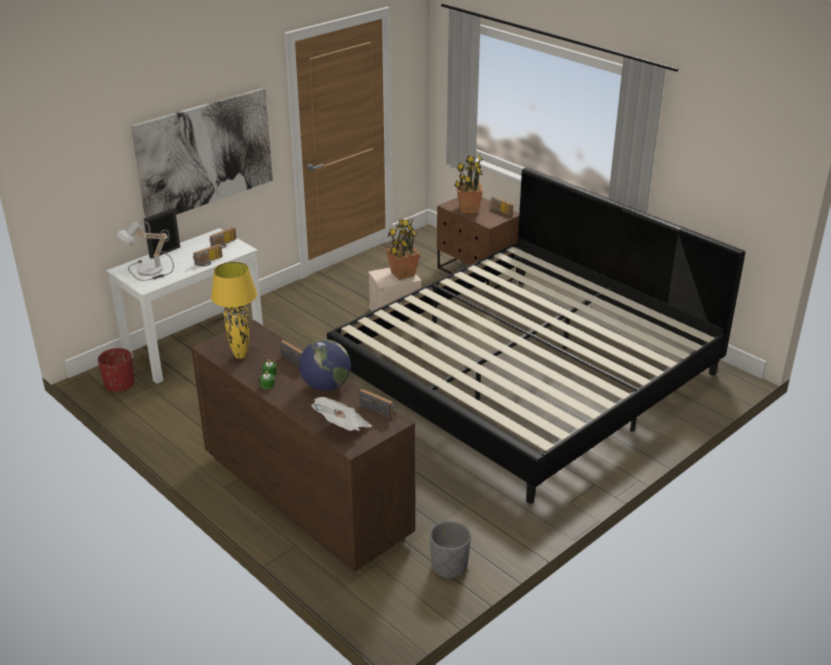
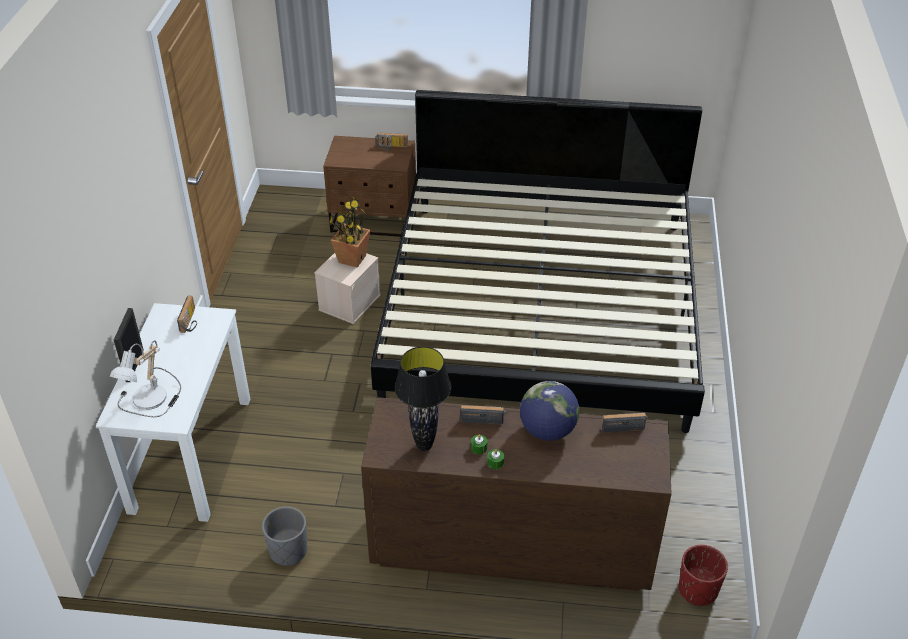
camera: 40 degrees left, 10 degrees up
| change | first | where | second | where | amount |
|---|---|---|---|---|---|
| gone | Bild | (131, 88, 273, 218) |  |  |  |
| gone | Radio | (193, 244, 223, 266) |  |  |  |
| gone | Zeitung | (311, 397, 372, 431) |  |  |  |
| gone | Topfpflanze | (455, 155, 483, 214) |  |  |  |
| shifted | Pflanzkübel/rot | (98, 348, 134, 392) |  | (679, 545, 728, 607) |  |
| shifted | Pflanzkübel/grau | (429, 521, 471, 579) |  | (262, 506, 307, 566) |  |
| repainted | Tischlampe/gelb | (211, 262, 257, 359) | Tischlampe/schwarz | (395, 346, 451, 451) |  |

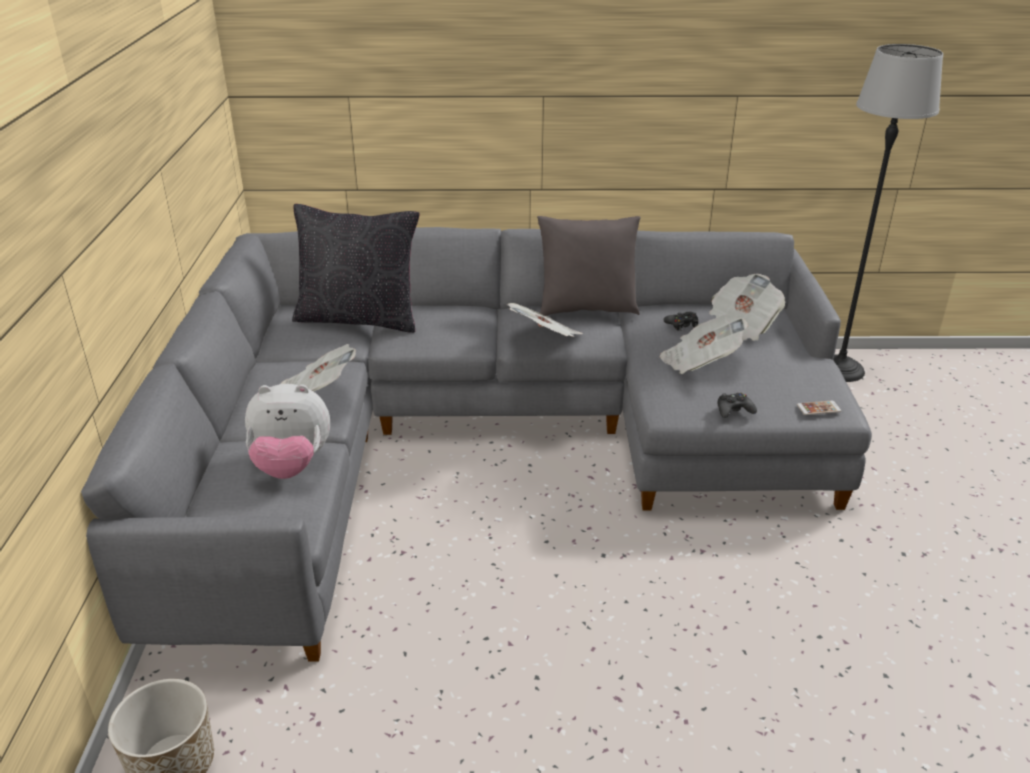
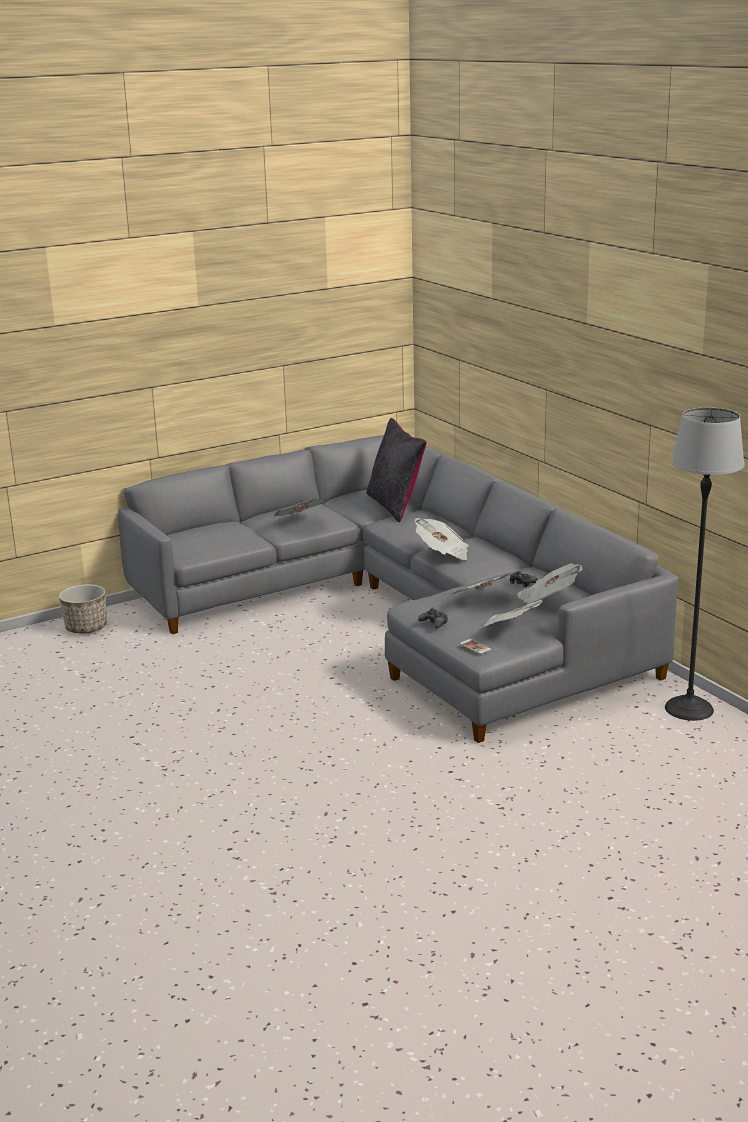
camera: 60 degrees right, 10 degrees down
| change | first | where | second | where | amount |
|---|---|---|---|---|---|
| gone | Plüschtier | (245, 384, 330, 479) |  |  |  |
| gone | Kissen/grau | (537, 216, 641, 316) |  |  |  |
| new |  |  | Zeitung | (480, 599, 543, 628) |  |

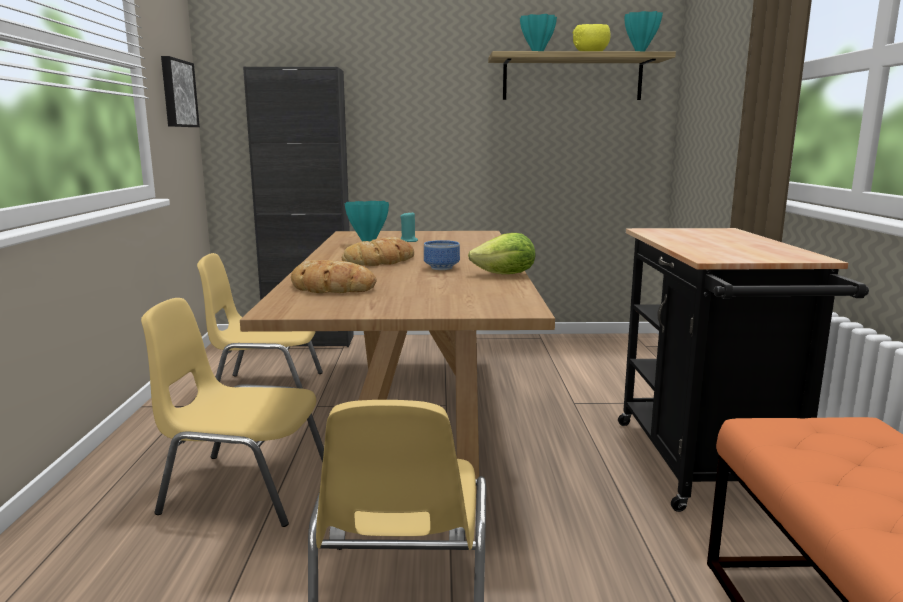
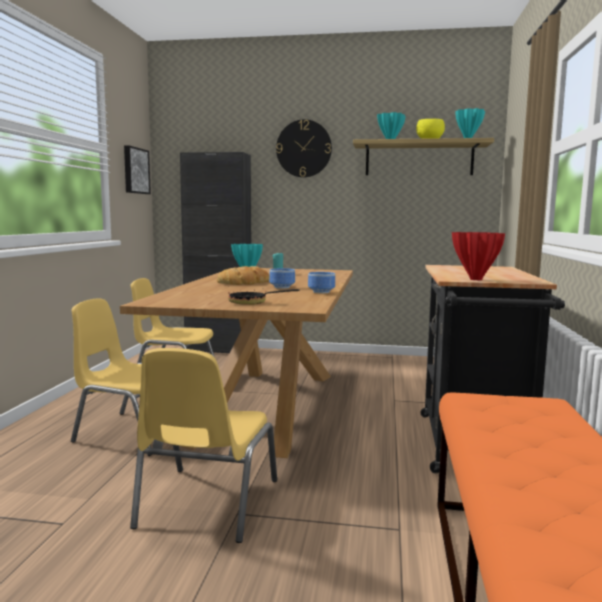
camera: 10 degrees right, 5 degrees down
| change | first | where | second | where | amount |
|---|---|---|---|---|---|
| gone | Brot | (291, 260, 376, 293) |  |  |  |
| new |  |  | Pfanne | (228, 289, 299, 305) |  |
| new |  |  | Wanduhr | (276, 119, 332, 178) |  |
| new |  |  | Vase/rot | (452, 232, 505, 280) |  |
| swapped | Salatkopf | (468, 233, 535, 274) | Schüssel | (308, 272, 335, 293) |  |

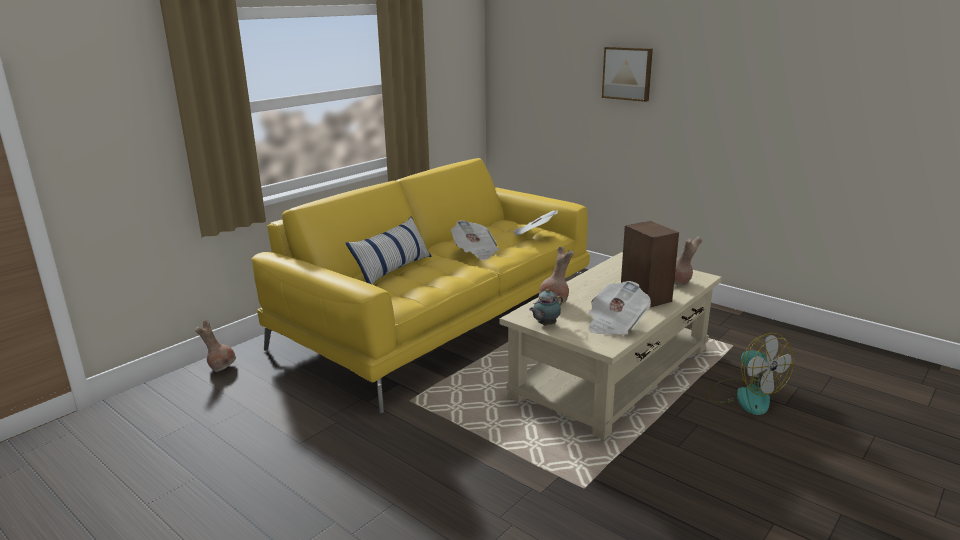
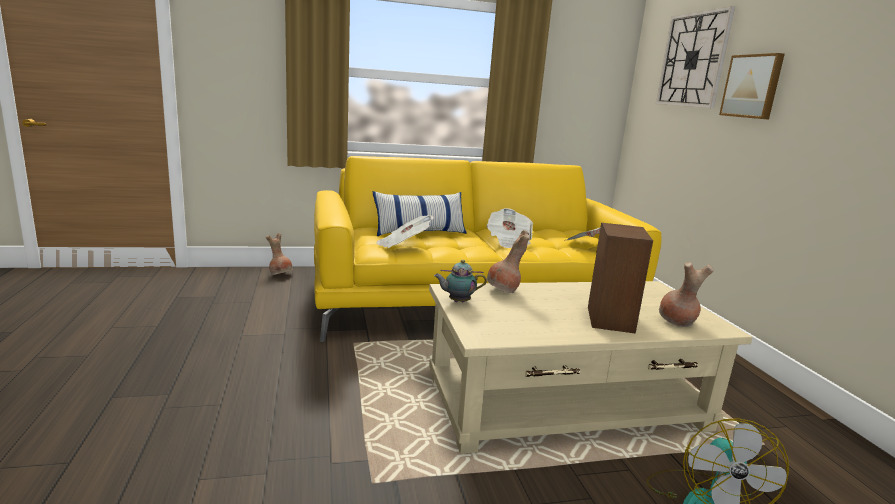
camera: 35 degrees right, 5 degrees down
| change | first | where | second | where | amount |
|---|---|---|---|---|---|
| new |  |  | Wanduhr | (656, 6, 735, 109) |  |
| shifted | Zeitung | (589, 281, 651, 335) |  | (376, 215, 434, 248) |  |

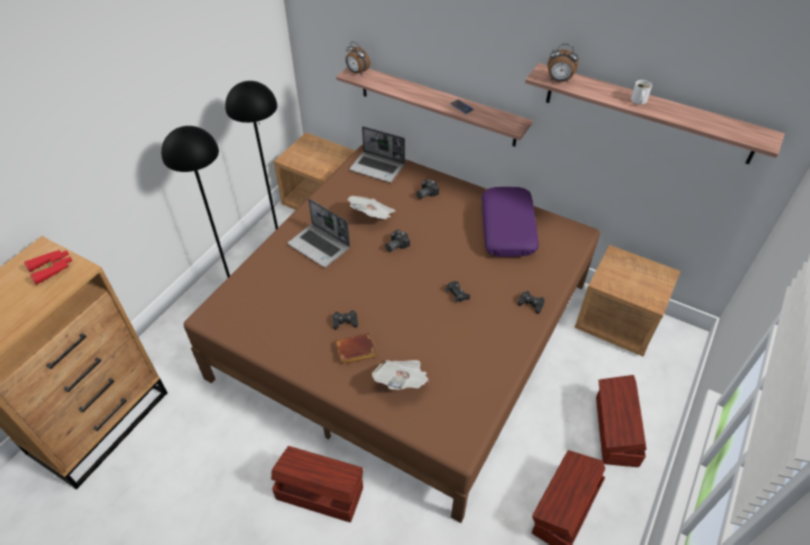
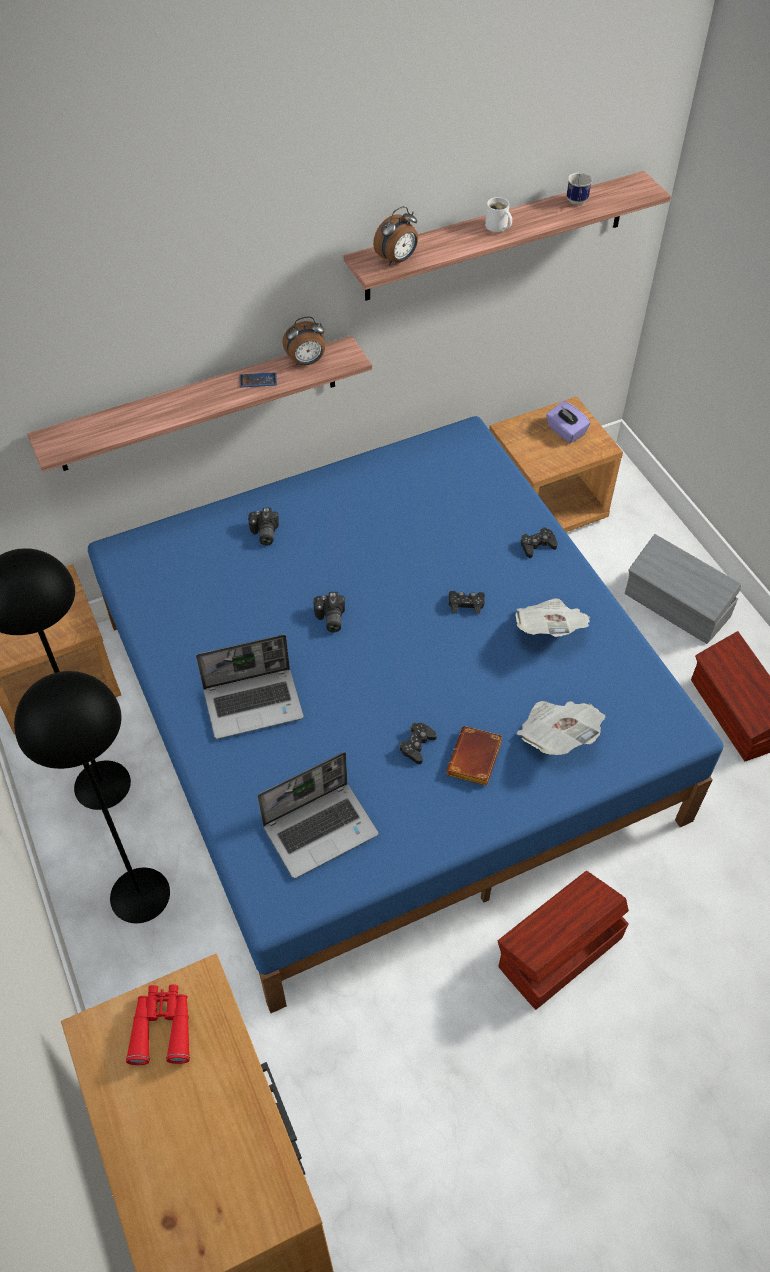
camera: 55 degrees left, 5 degrees up
| change | first | where | second | where | amount |
|---|---|---|---|---|---|
| gone | Kissen/lila | (482, 187, 539, 257) |  |  |  |
| new |  |  | Taschentuchbox/lila | (546, 401, 590, 443) |  |
| new |  |  | Henkelbecher | (567, 172, 592, 205) |  |
| shifted | Wecker | (345, 42, 370, 75) |  | (282, 316, 325, 366) |  |
| shifted | Zeitung | (348, 196, 395, 220) |  | (515, 598, 590, 637) |  |
| shifted | Laptop | (349, 126, 405, 183) |  | (257, 752, 378, 878) |  |
| repainted | Bett/braun | (184, 145, 600, 523) | Bett/blau | (88, 416, 723, 1013) |  |
| repainted | Aufbewahrungsbox/braun | (596, 375, 647, 467) | Aufbewahrungsbox/grau | (625, 534, 741, 644) |  |

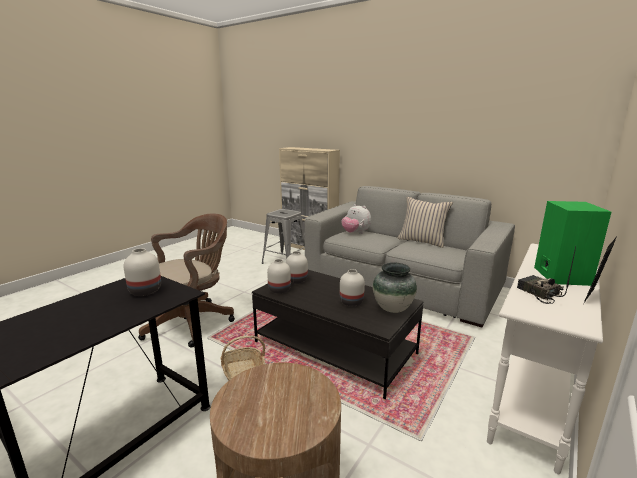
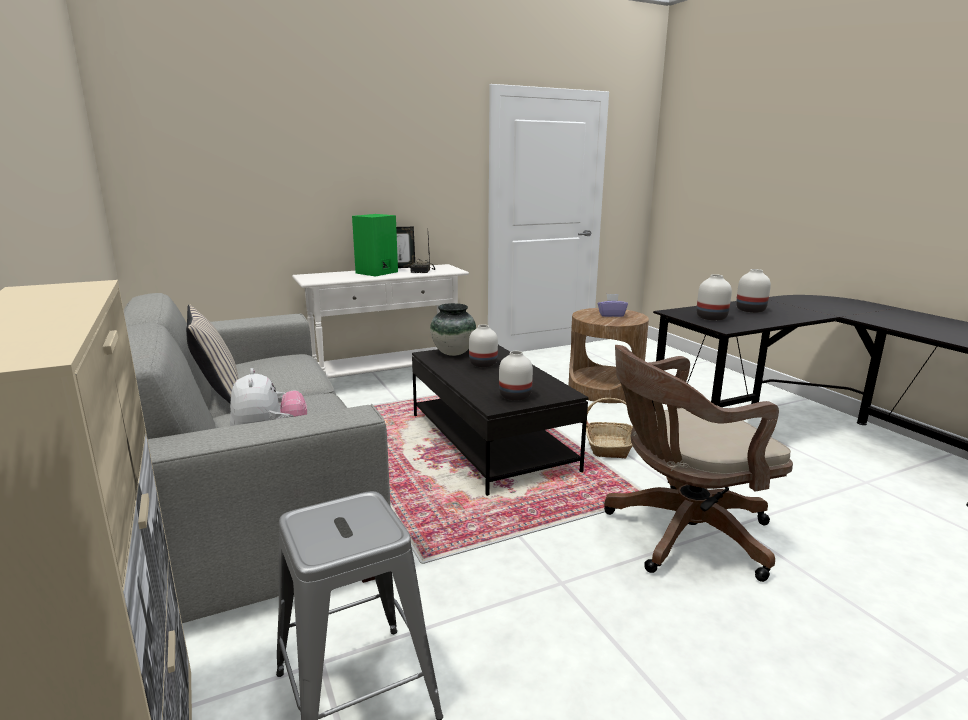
camera: 150 degrees left, 0 degrees up
| change | first | where | second | where | amount |
|---|---|---|---|---|---|
| new |  |  | Taschentuchbox/lila | (597, 294, 628, 317) |  |
| shifted | Vase/weiß | (267, 259, 291, 294) |  | (736, 269, 771, 313) |  |

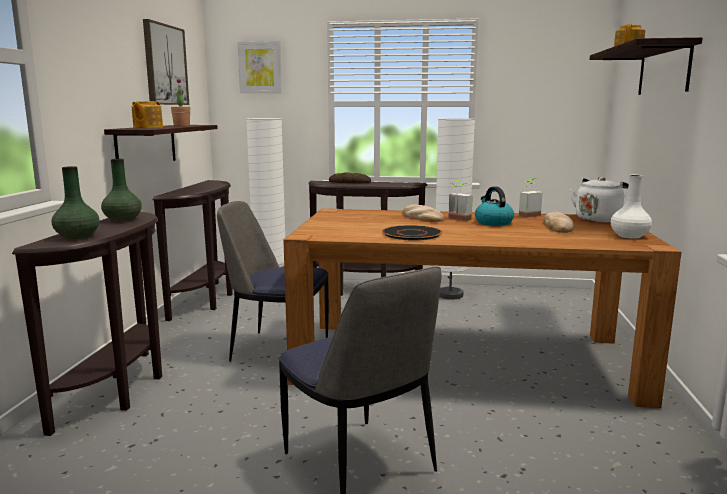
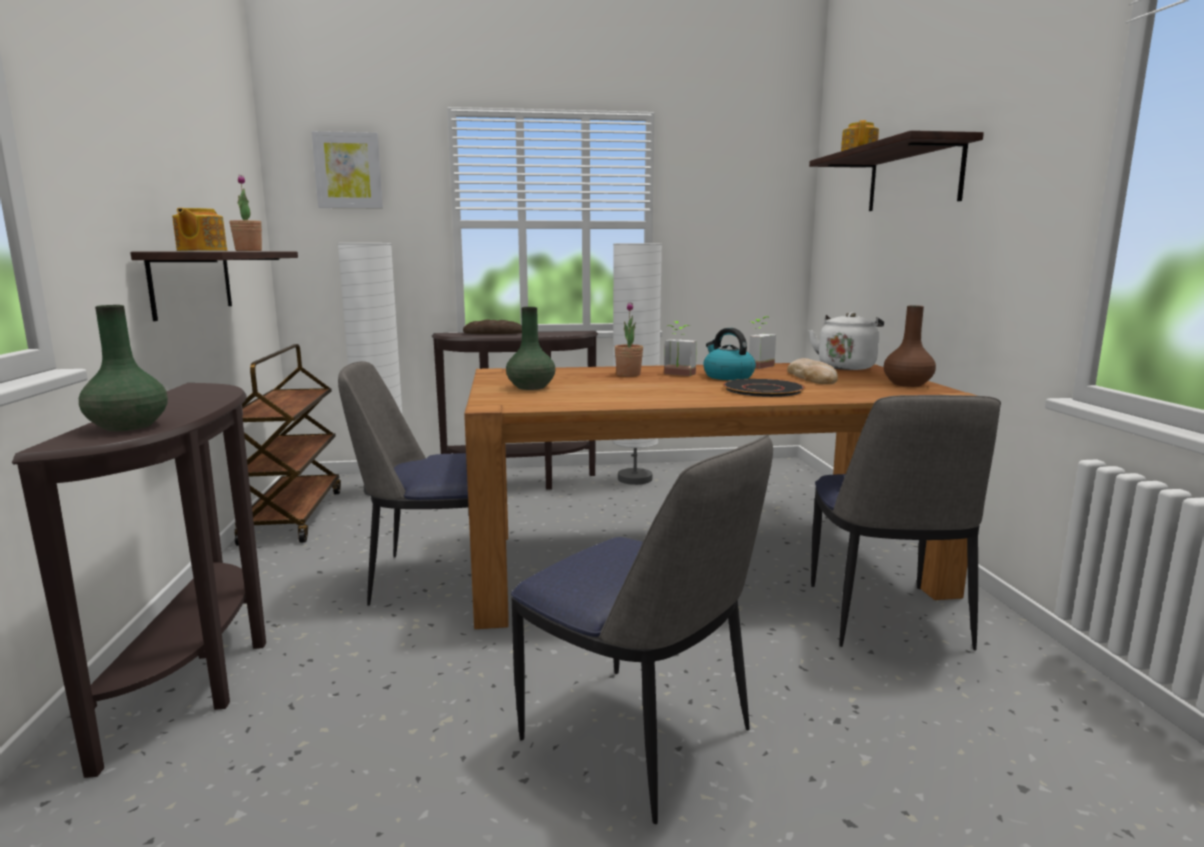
camera: 15 degrees left, 0 degrees up
| change | first | where | second | where | amount |
|---|---|---|---|---|---|
| gone | Bild | (143, 19, 189, 105) |  |  |  |
| new |  |  | Stuhl | (811, 395, 1001, 650) |  |
| shifted | Vase/grün | (101, 159, 142, 222) |  | (506, 307, 556, 390) |  |
| shifted | Teller/schwarz | (382, 225, 442, 240) |  | (723, 379, 805, 397) |  |
| swapped | Konsolentisch/braun | (153, 180, 233, 321) | Rollwagen/braun | (235, 344, 341, 546) |  |
| swapped | Brot | (402, 204, 444, 222) | Topfpflanze | (615, 302, 643, 377) |  |
| repainted | Vase/weiß | (611, 175, 652, 239) | Vase/braun | (884, 305, 936, 387) |  |

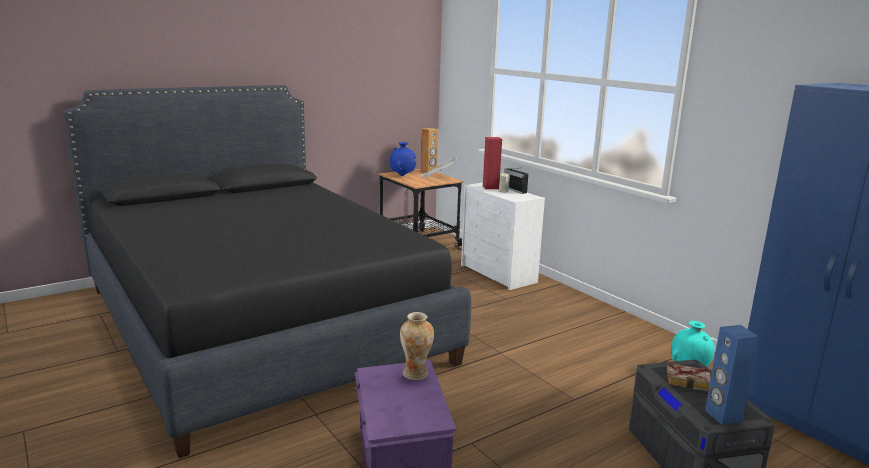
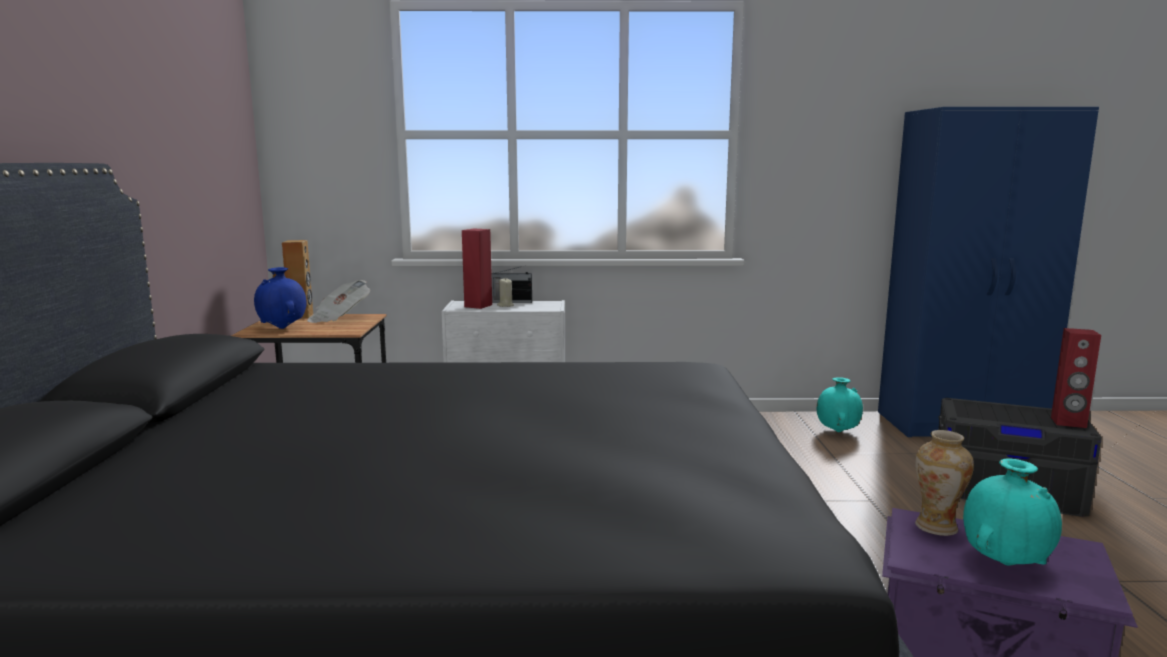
camera: 55 degrees left, 5 degrees down
| change | first | where | second | where | amount |
|---|---|---|---|---|---|
| gone | Buch | (667, 363, 711, 391) |  |  |  |
| new |  |  | Vase/türkis | (963, 458, 1062, 566) |  |
| repainted | Lautsprecher/blau | (705, 325, 759, 425) | Lautsprecher/rot | (1051, 328, 1101, 428) |  |

